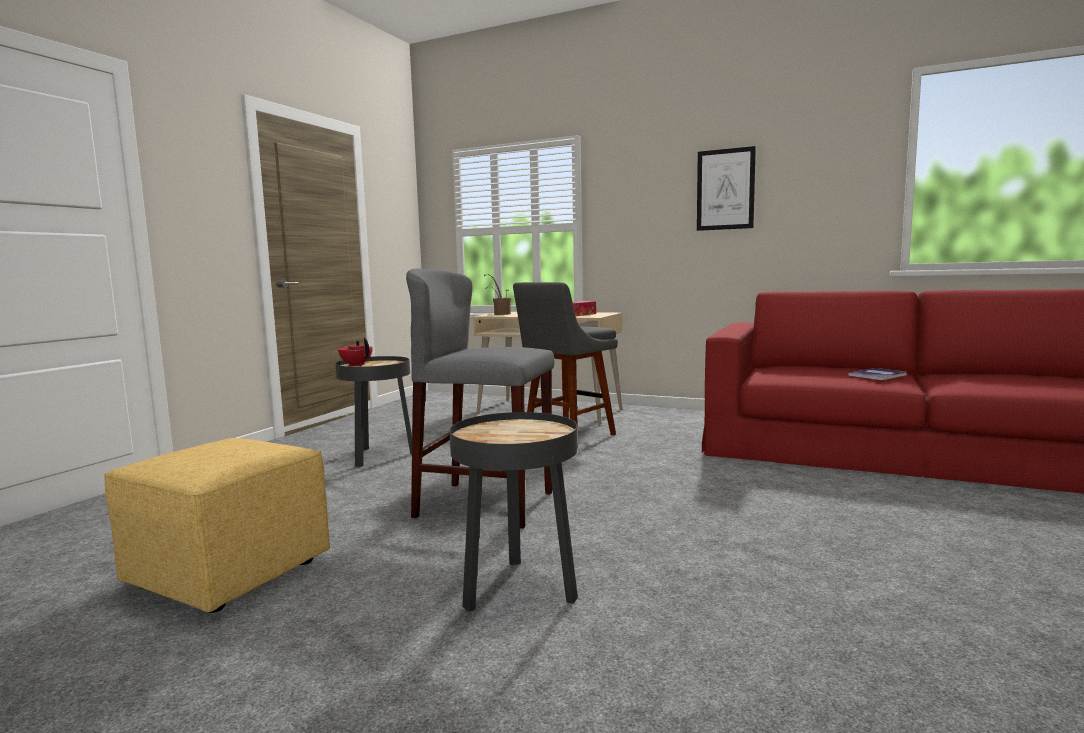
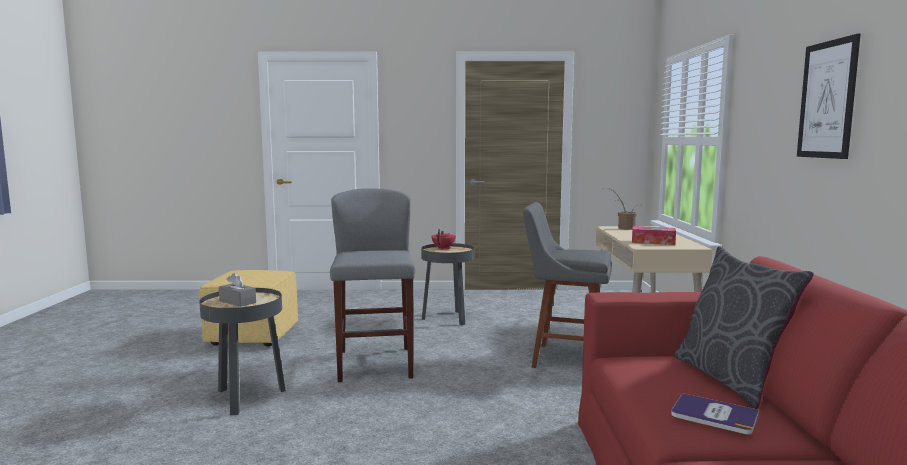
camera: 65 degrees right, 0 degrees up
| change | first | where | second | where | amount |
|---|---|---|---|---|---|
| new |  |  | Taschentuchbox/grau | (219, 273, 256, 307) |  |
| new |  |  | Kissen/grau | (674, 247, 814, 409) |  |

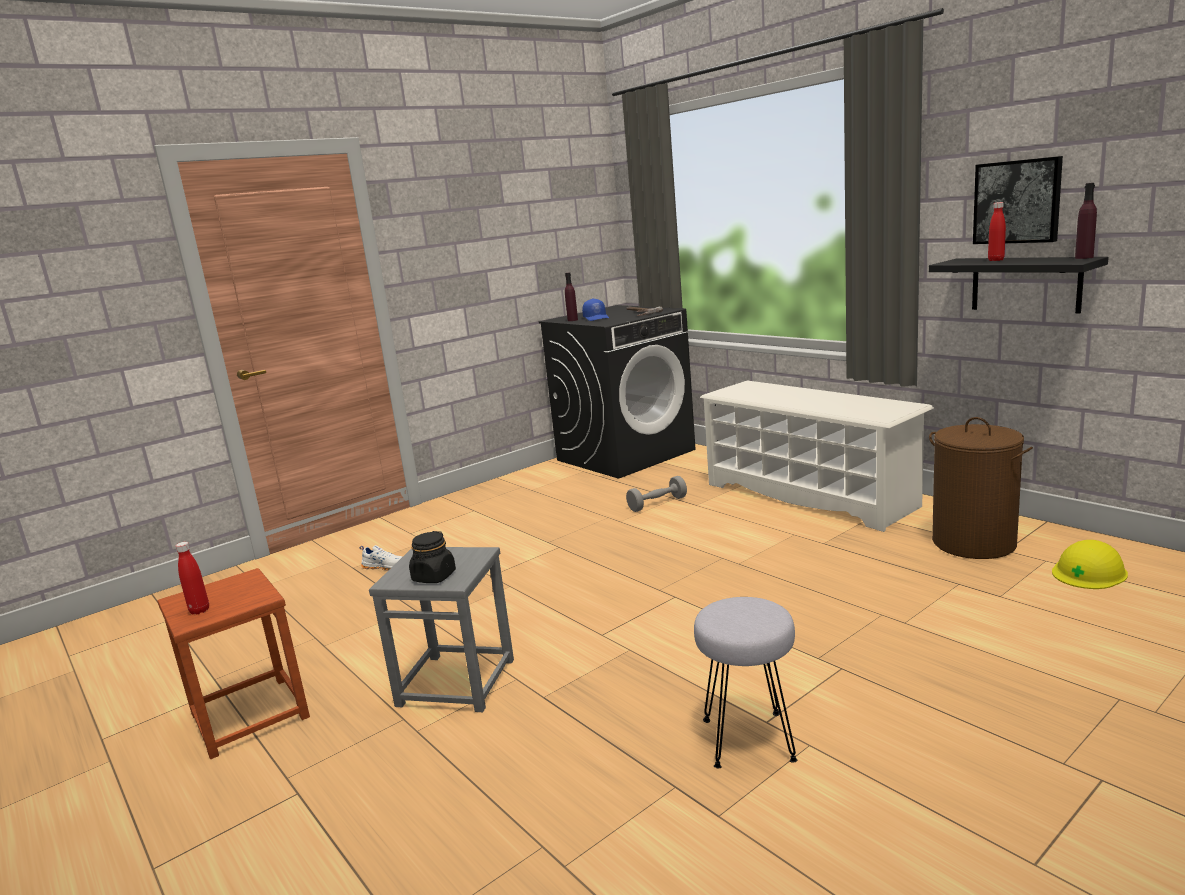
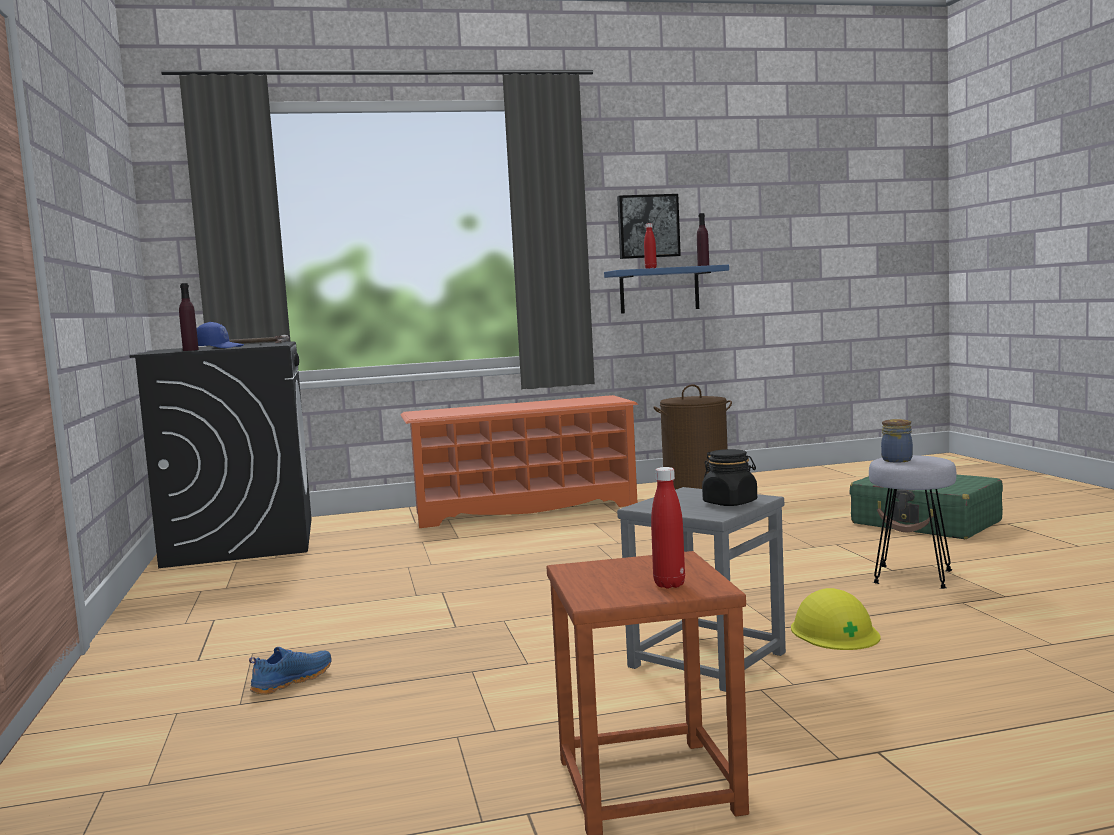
camera: 65 degrees left, 10 degrees down
| change | first | where | second | where | amount |
|---|---|---|---|---|---|
| gone | Hantel/grau | (626, 476, 687, 512) |  |  |  |
| new |  |  | Koffer/grün | (849, 475, 1003, 539) |  |
| new |  |  | Vorratsglas | (881, 419, 913, 462) |  |
| shifted | Schutzhelm/gelb | (1052, 540, 1128, 589) |  | (791, 588, 881, 650) |  |
| repainted | Schuh/weiß | (360, 545, 403, 571) | Schuh/blau | (249, 647, 332, 695) |  |
| repainted | Schuhregal/weiß | (700, 380, 934, 532) | Schuhregal/orange | (401, 395, 638, 528) |  |
| repainted | Wandregal/schwarz | (929, 257, 1109, 314) | Wandregal/blau | (604, 265, 729, 314) |  |

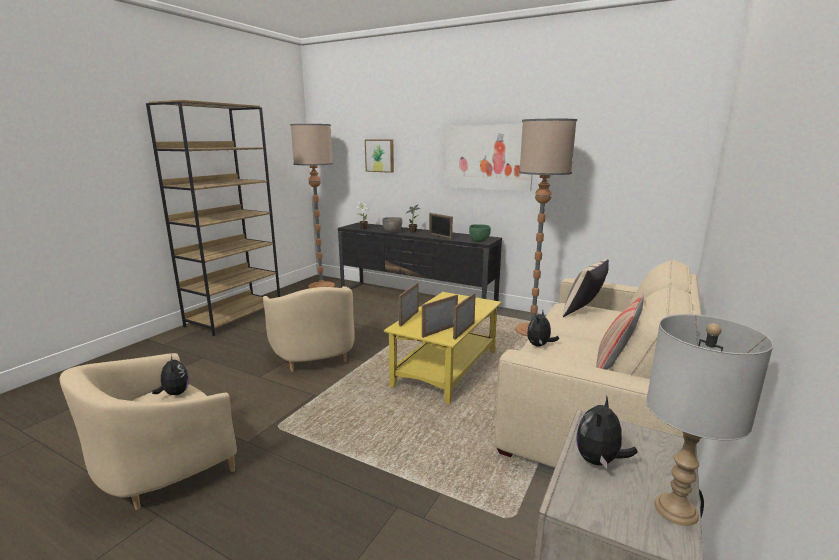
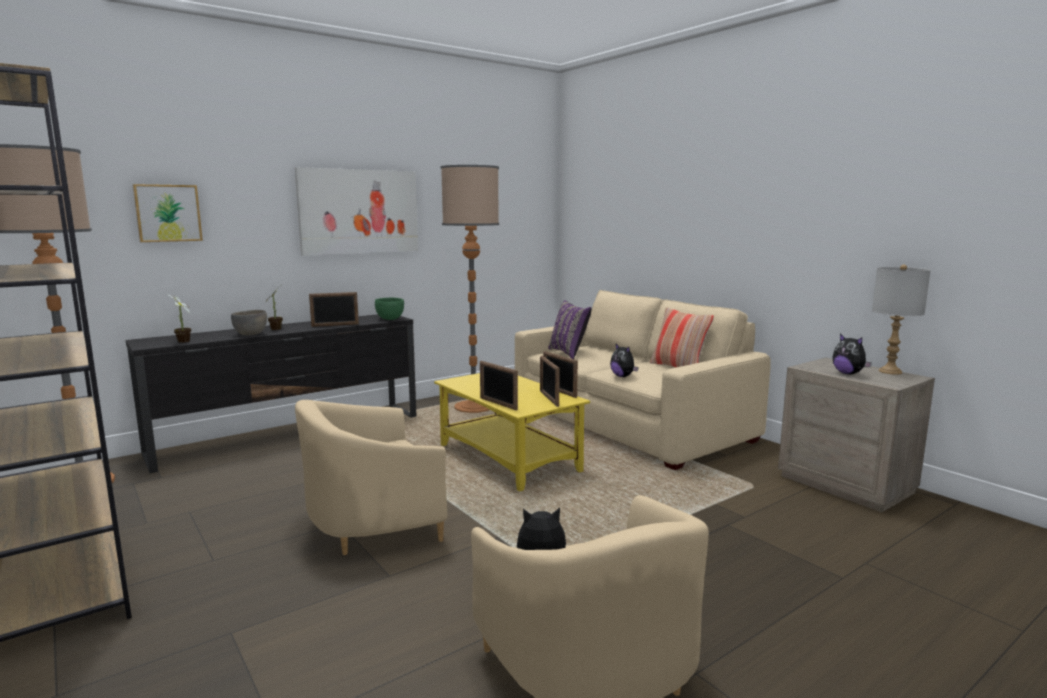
camera: 65 degrees left, 5 degrees down
| change | first | where | second | where | amount |
|---|---|---|---|---|---|
| repainted | Kissen/beige | (563, 259, 609, 317) | Kissen/lila | (548, 300, 592, 359) |  |
| rotated | Sessel/beige | (263, 286, 355, 372) |  | (295, 400, 447, 555) | 150 degrees clockwise |

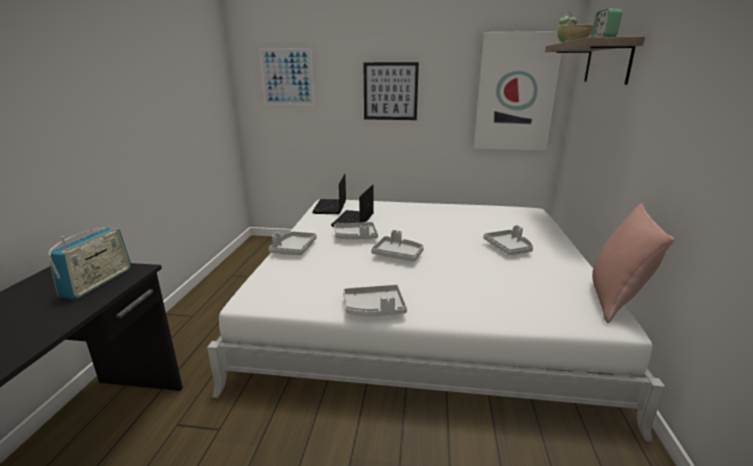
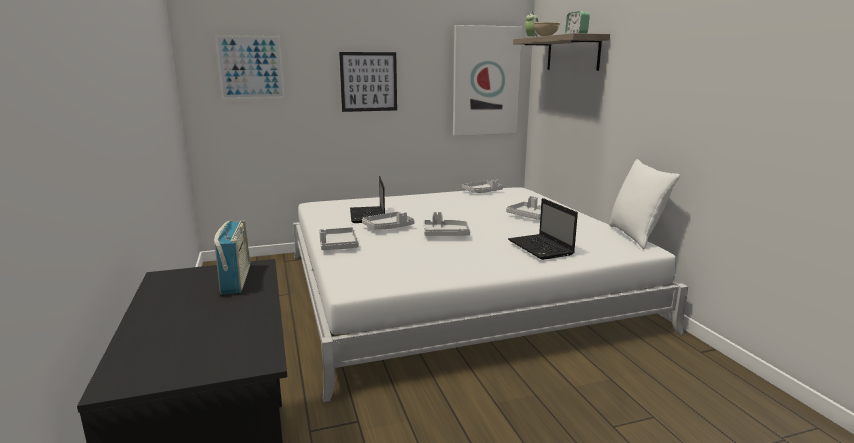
camera: 25 degrees left, 5 degrees down
| change | first | where | second | where | amount |
|---|---|---|---|---|---|
| shifted | Laptop | (312, 174, 346, 214) |  | (508, 198, 578, 260) |  |
| shifted | Tablett/grau | (343, 285, 407, 316) |  | (462, 180, 503, 193) |  |
| repainted | Kissen/rosa | (592, 203, 674, 323) | Kissen/weiß | (609, 159, 680, 249) |  |

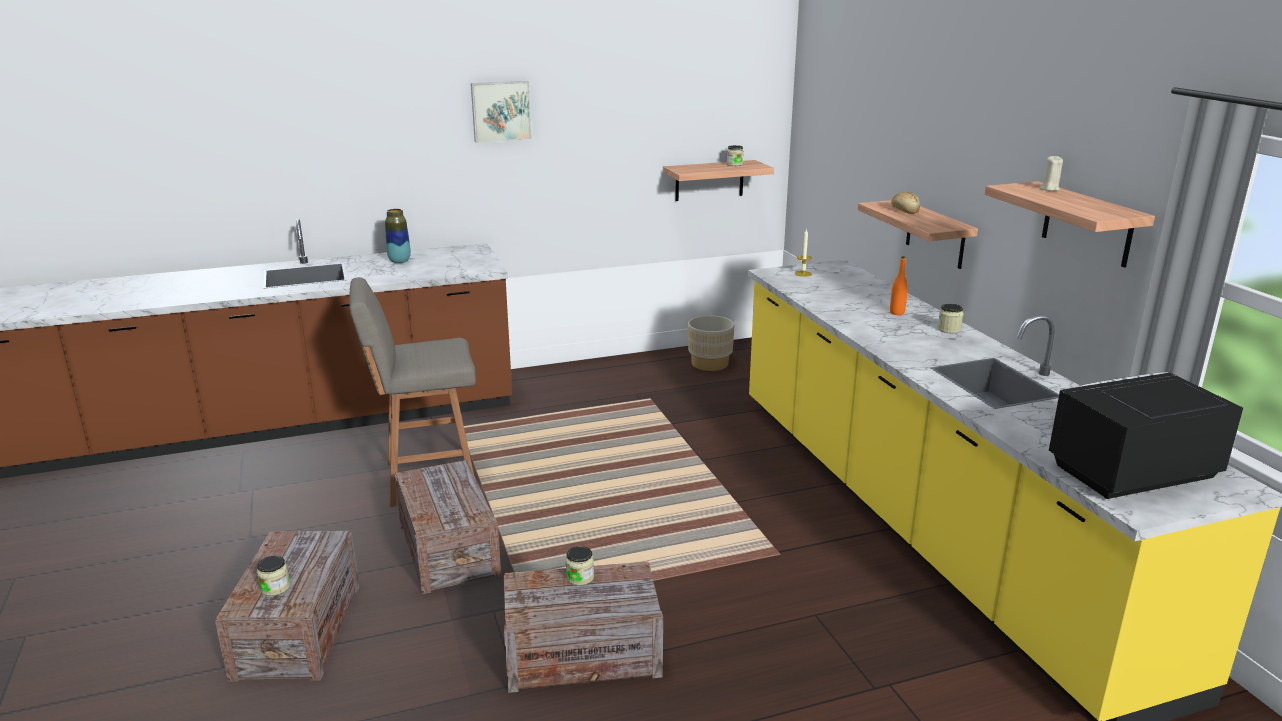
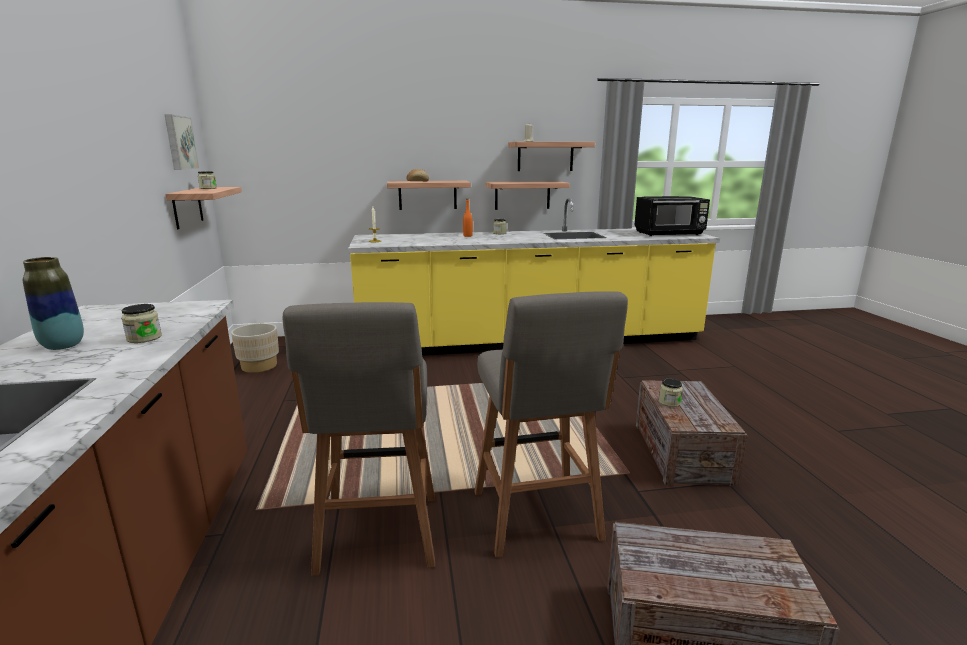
camera: 80 degrees left, 5 degrees down
| change | first | where | second | where | amount |
|---|---|---|---|---|---|
| new |  |  | Wandregal | (485, 181, 570, 210) |  |
| shifted | Vorratsglas | (257, 556, 290, 596) |  | (121, 304, 162, 343) |  |
| shifted | Bild | (471, 81, 532, 143) |  | (164, 114, 199, 170) |  |
| swapped | Kiste | (394, 460, 501, 594) | Hocker/grau | (475, 291, 628, 558) |  |
| rotated | Mikrowelle/schwarz | (1049, 372, 1243, 499) |  | (634, 196, 710, 236) | 90 degrees counterclockwise |

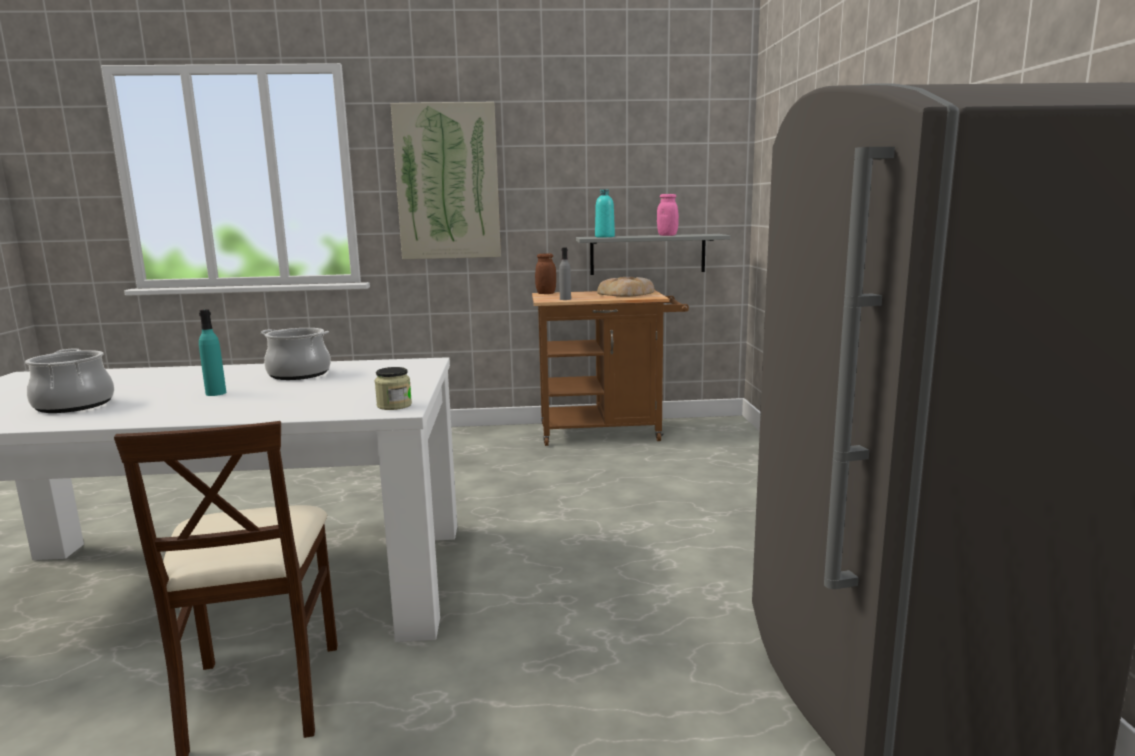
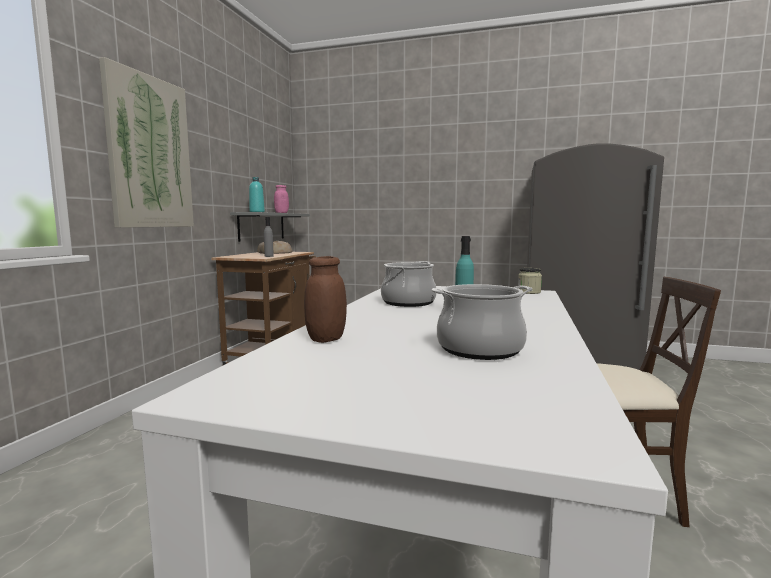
camera: 70 degrees left, 5 degrees down
| change | first | where | second | where | amount |
|---|---|---|---|---|---|
| shifted | Vorratsglas/braun | (535, 253, 556, 294) |  | (304, 256, 347, 343) |  |

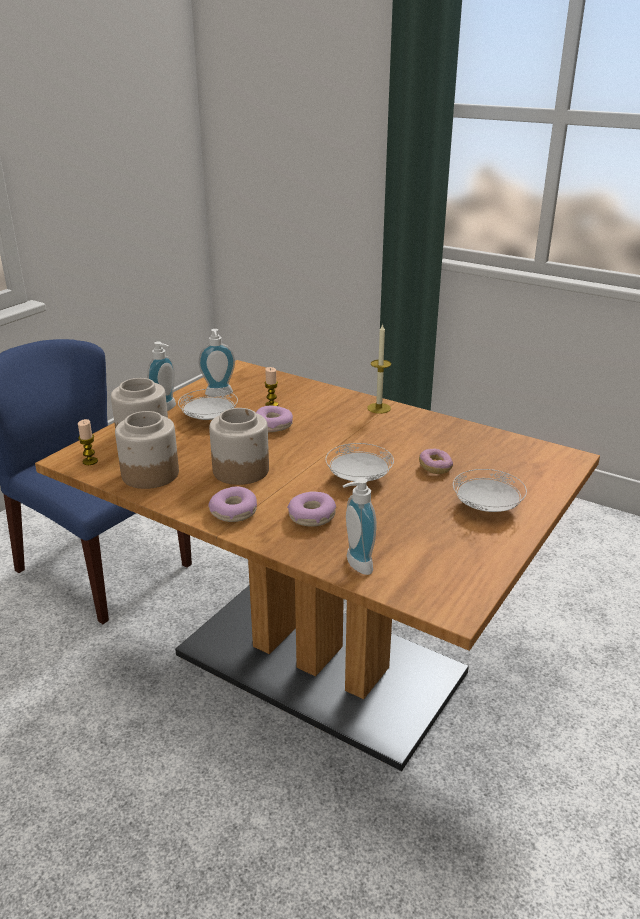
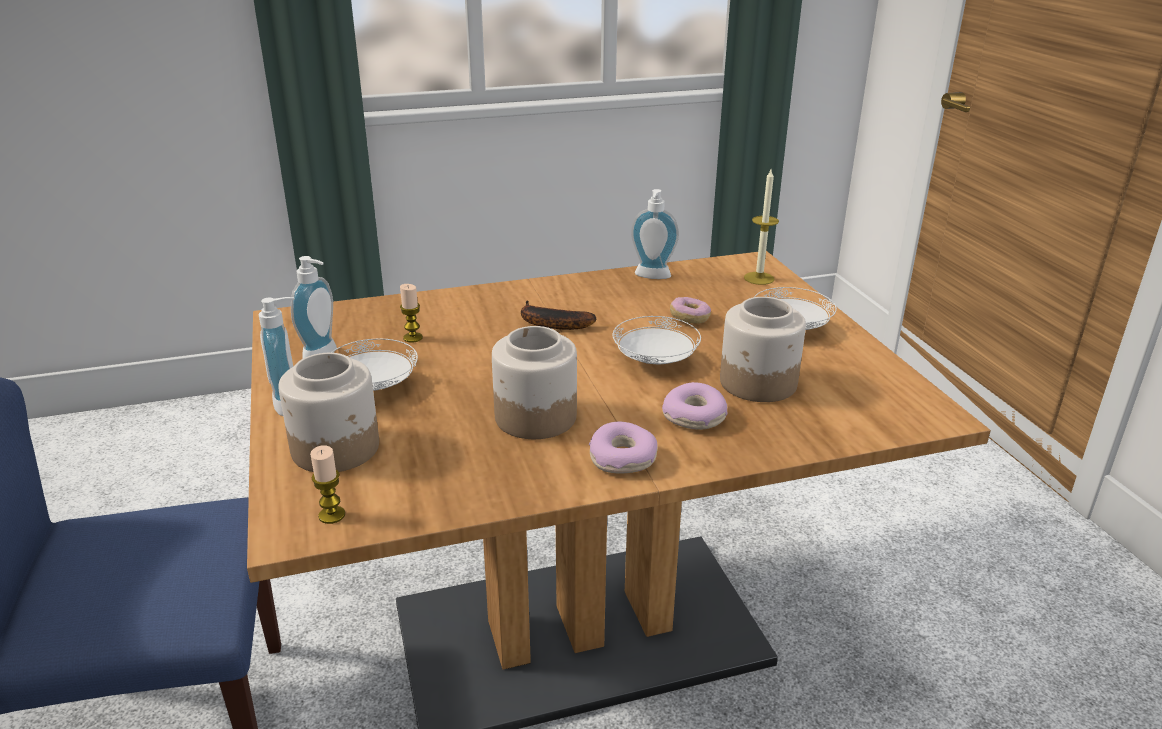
camera: 50 degrees left, 0 degrees up
| change | first | where | second | where | amount |
|---|---|---|---|---|---|
| gone | Donut | (256, 406, 293, 432) |  |  |  |
| new |  |  | Banane | (521, 301, 596, 330) |  |
| shifted | Vorratsglas | (115, 411, 179, 489) |  | (720, 297, 806, 402) |  |
| shifted | Seifenspender | (343, 478, 377, 575) |  | (631, 189, 679, 279) |  |
| shifted | Kerze | (367, 323, 391, 414) |  | (744, 170, 779, 285) |  |

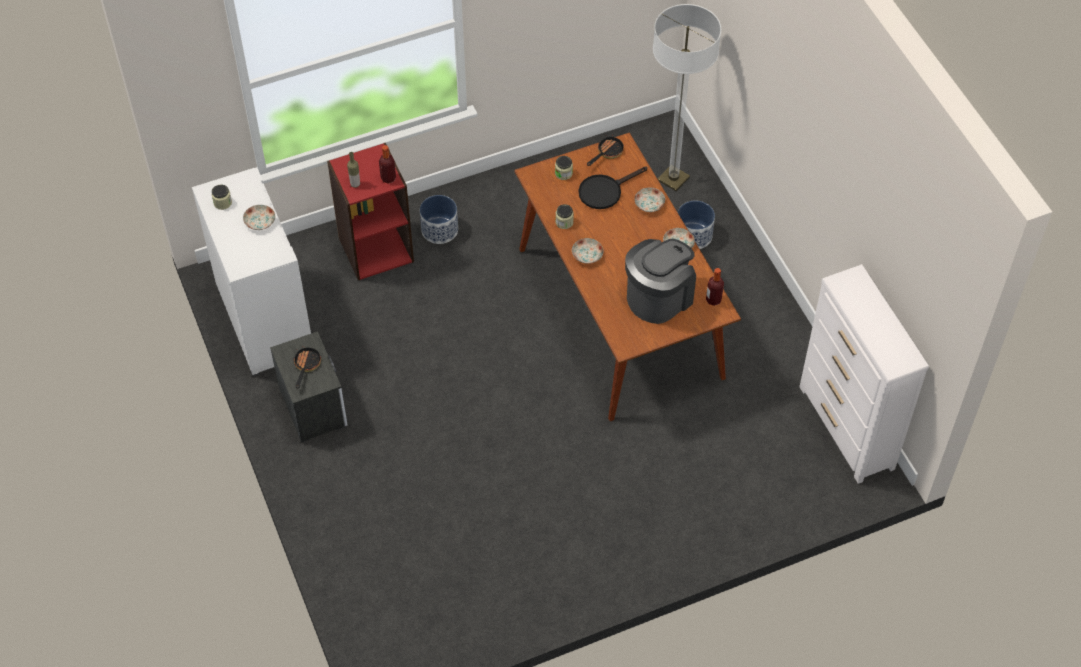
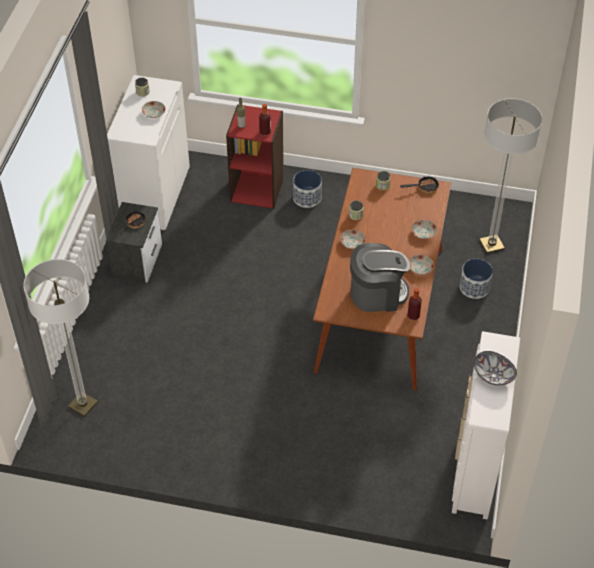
camera: 35 degrees right, 5 degrees down
| change | first | where | second | where | amount |
|---|---|---|---|---|---|
| gone | Pfanne/schwarz | (579, 166, 648, 209) |  |  |  |
| new |  |  | Stehlampe | (23, 259, 98, 417) |  |
| new |  |  | Schüssel | (474, 351, 517, 385) |  |

